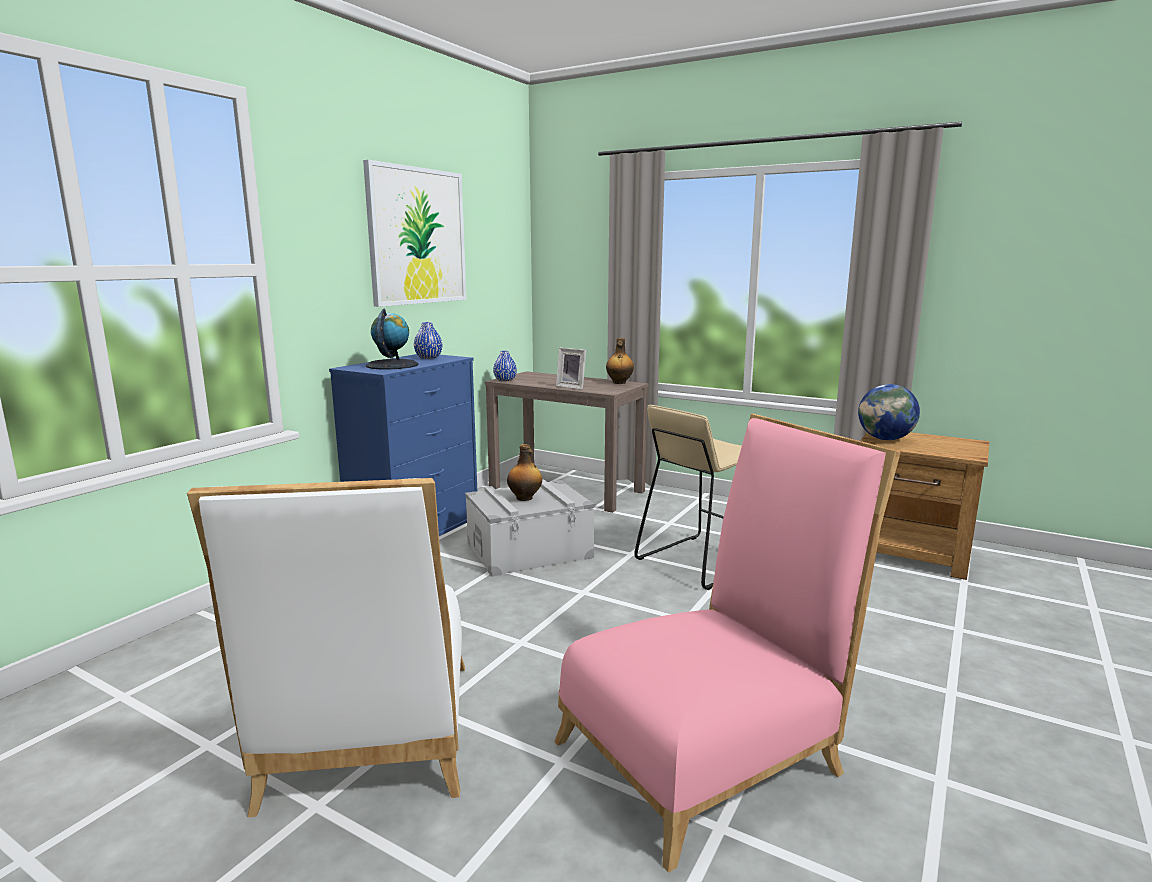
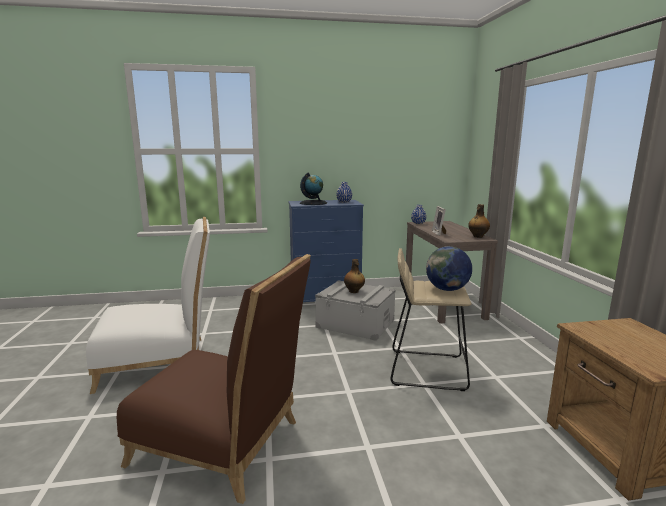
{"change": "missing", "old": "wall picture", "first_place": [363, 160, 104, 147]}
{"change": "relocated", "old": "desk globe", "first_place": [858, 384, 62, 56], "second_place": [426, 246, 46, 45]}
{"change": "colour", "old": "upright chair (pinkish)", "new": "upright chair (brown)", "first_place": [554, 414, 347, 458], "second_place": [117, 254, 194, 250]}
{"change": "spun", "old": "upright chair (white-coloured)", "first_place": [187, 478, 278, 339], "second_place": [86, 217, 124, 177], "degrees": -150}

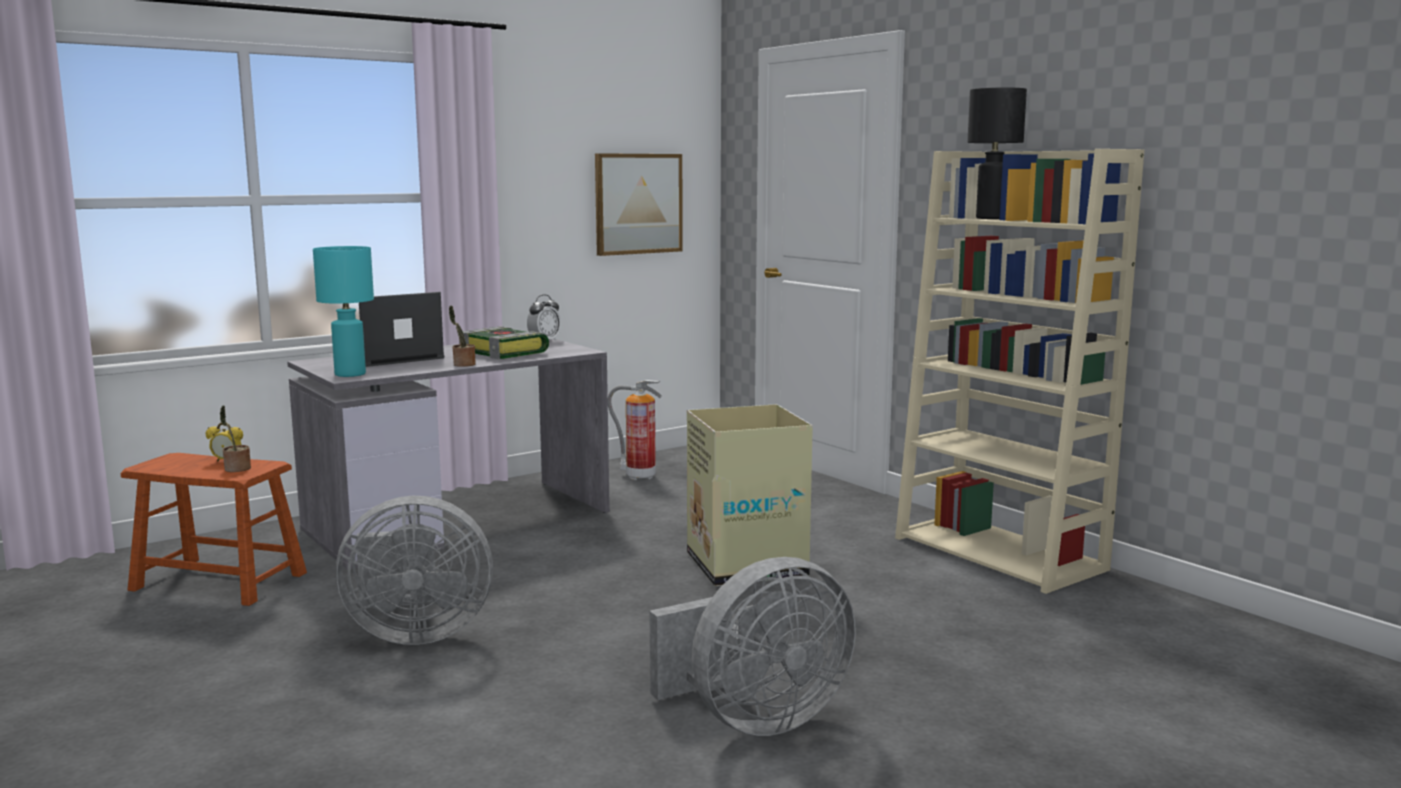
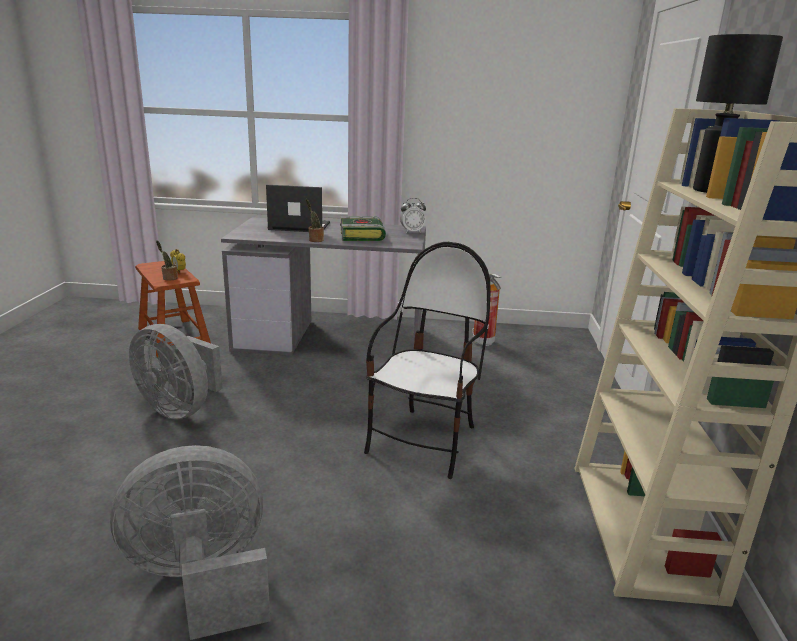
{"change": "missing", "old": "tabletop lamp (blue-green)", "first_place": [313, 246, 61, 131]}
{"change": "missing", "old": "wall picture", "first_place": [595, 153, 88, 103]}
{"change": "exchanged", "old": "packing box", "new": "upright chair", "first_place": [687, 404, 126, 182], "second_place": [364, 242, 127, 237]}
{"change": "spun", "old": "cooling fan (grey)", "first_place": [649, 557, 207, 179], "second_place": [110, 445, 161, 195], "degrees": 150}

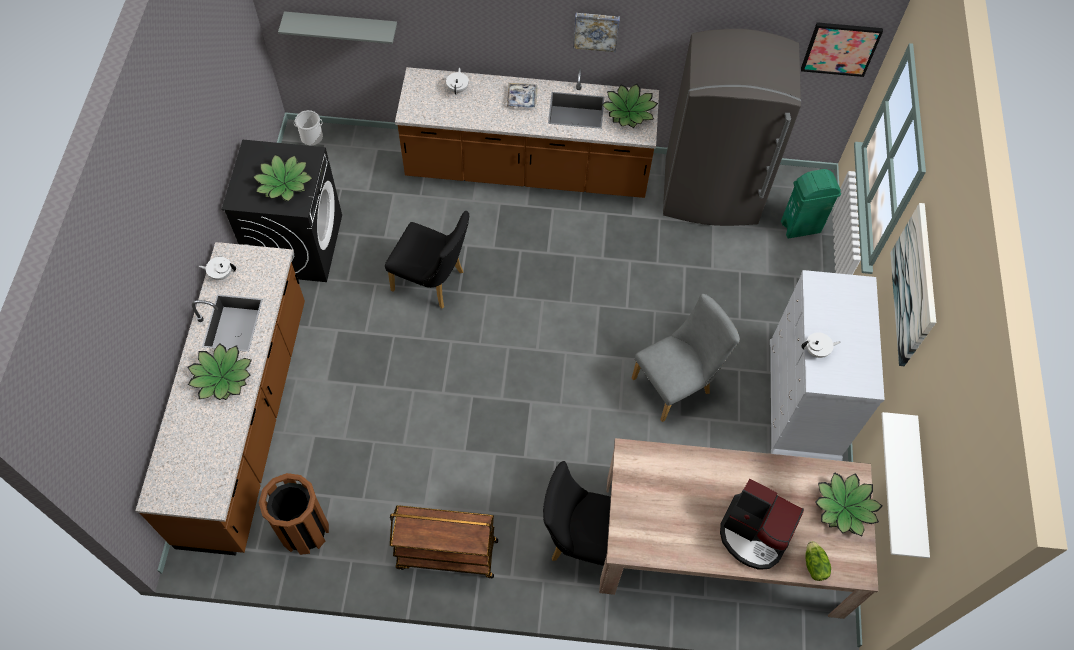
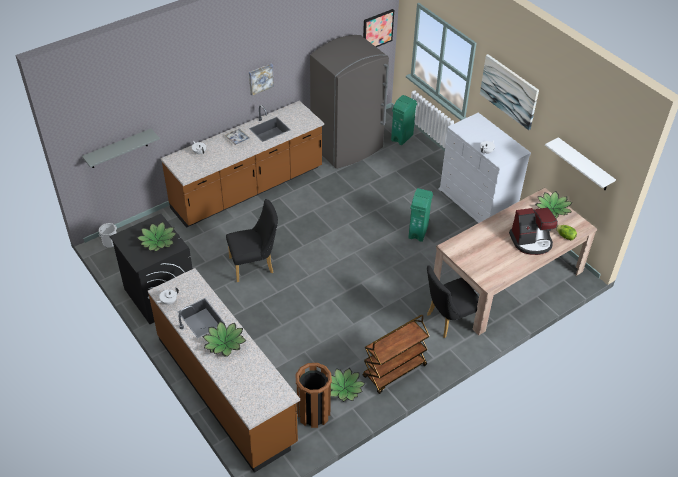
{"change": "relocated", "old": "houseplant", "first_place": [602, 84, 56, 44], "second_place": [331, 368, 35, 34]}
{"change": "exchanged", "old": "upright chair (grey)", "new": "waste bin (green)", "first_place": [632, 294, 108, 128], "second_place": [408, 188, 25, 54]}

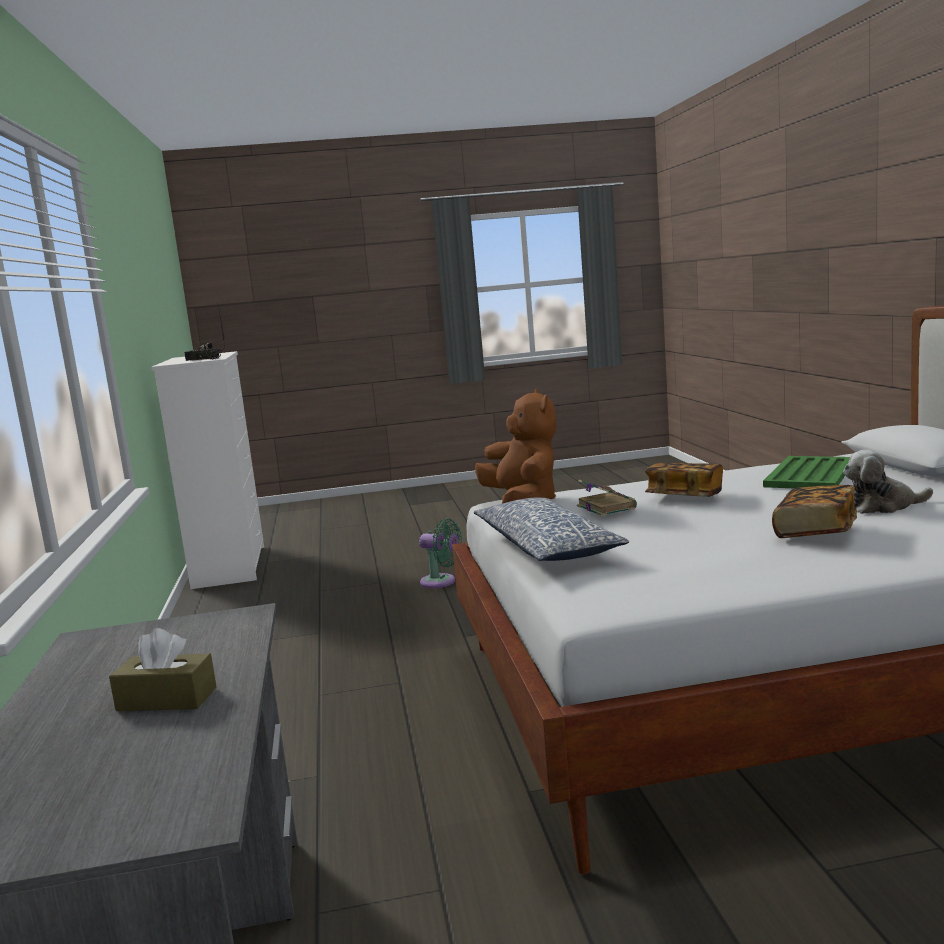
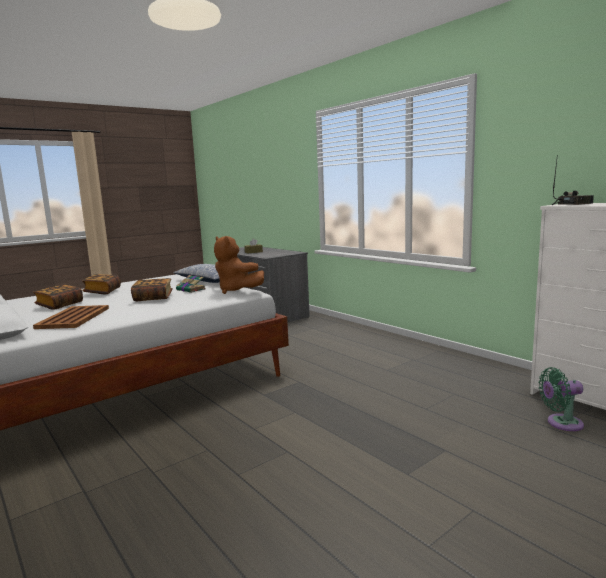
{"change": "relocated", "old": "cooling fan (green)", "first_place": [419, 518, 43, 70], "second_place": [539, 367, 45, 64]}
{"change": "exchanged", "old": "plush toy", "new": "book", "first_place": [843, 450, 90, 64], "second_place": [33, 285, 50, 25]}
{"change": "colour", "old": "serving tray (green)", "new": "serving tray (brown)", "first_place": [763, 456, 87, 32], "second_place": [33, 305, 76, 24]}

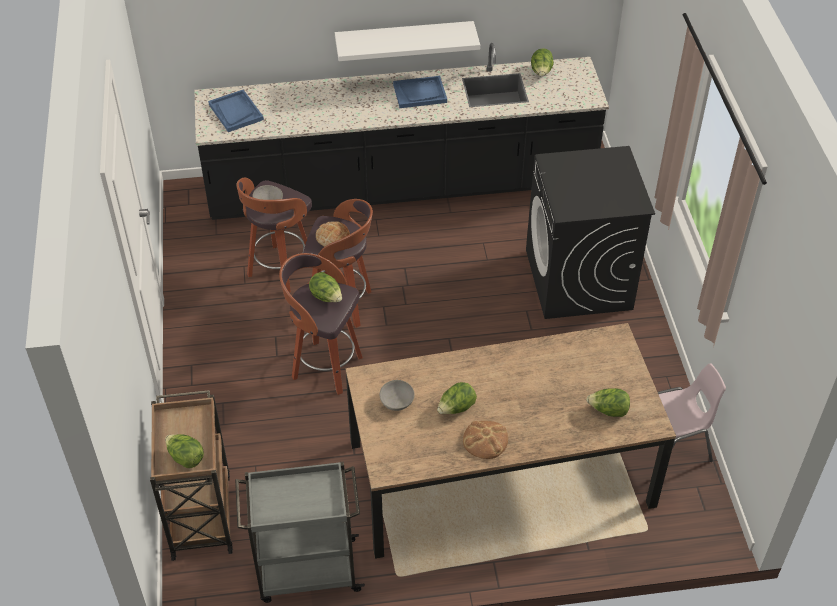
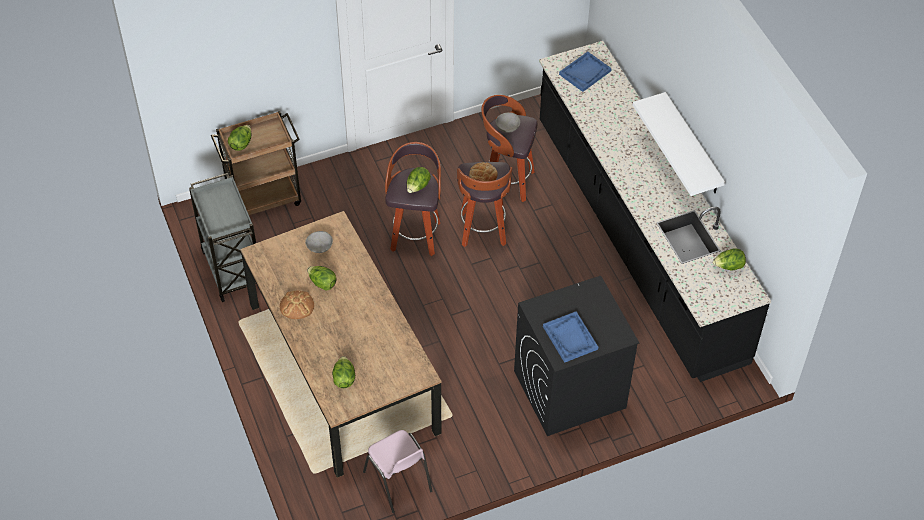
{"change": "relocated", "old": "serving tray (blue-coloured)", "first_place": [393, 76, 54, 32], "second_place": [543, 311, 55, 52]}

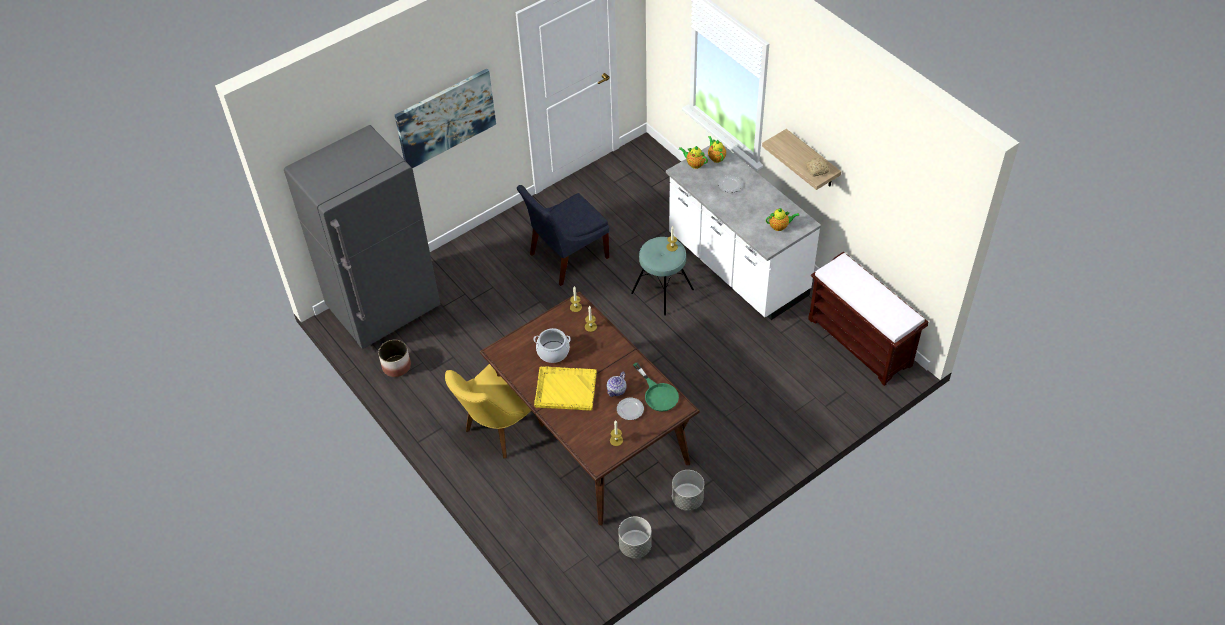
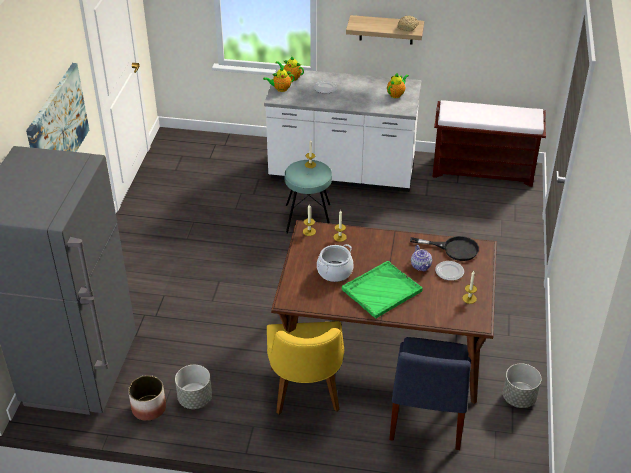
{"change": "relocated", "old": "upright chair (blue-coloured)", "first_place": [517, 185, 92, 101], "second_place": [389, 337, 82, 113]}
{"change": "relocated", "old": "plant pot (grey)", "first_place": [672, 470, 32, 41], "second_place": [175, 365, 37, 44]}
{"change": "colour", "old": "serving tray (yellow-coloured)", "new": "serving tray (green)", "first_place": [534, 366, 63, 45], "second_place": [342, 261, 81, 58]}
{"change": "colour", "old": "frying pan (green)", "new": "frying pan (blackish)", "first_place": [633, 362, 46, 50], "second_place": [410, 236, 69, 25]}

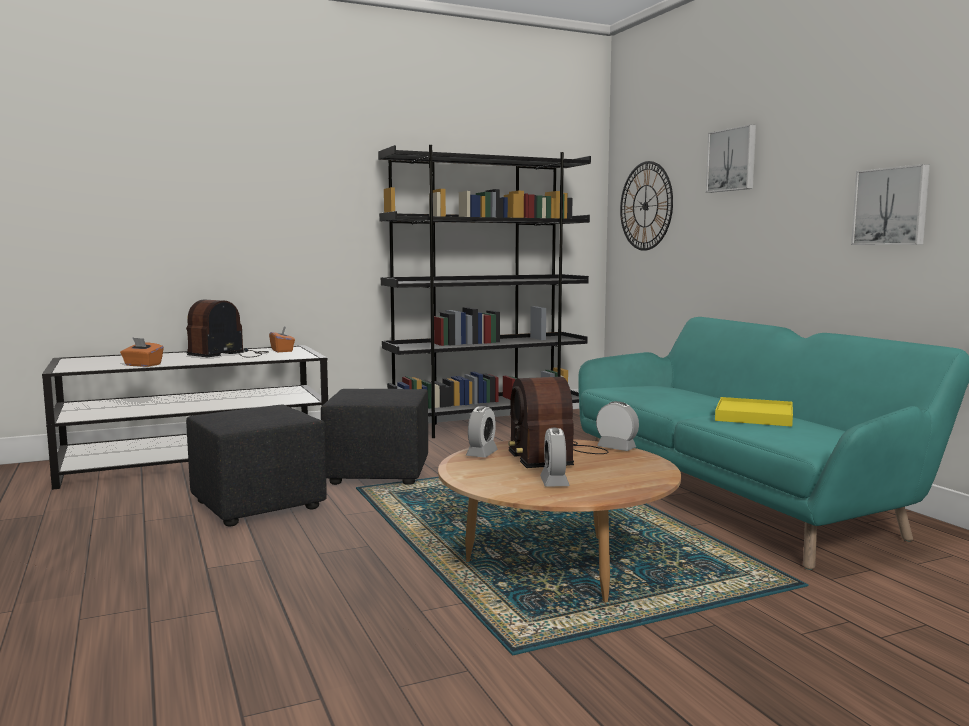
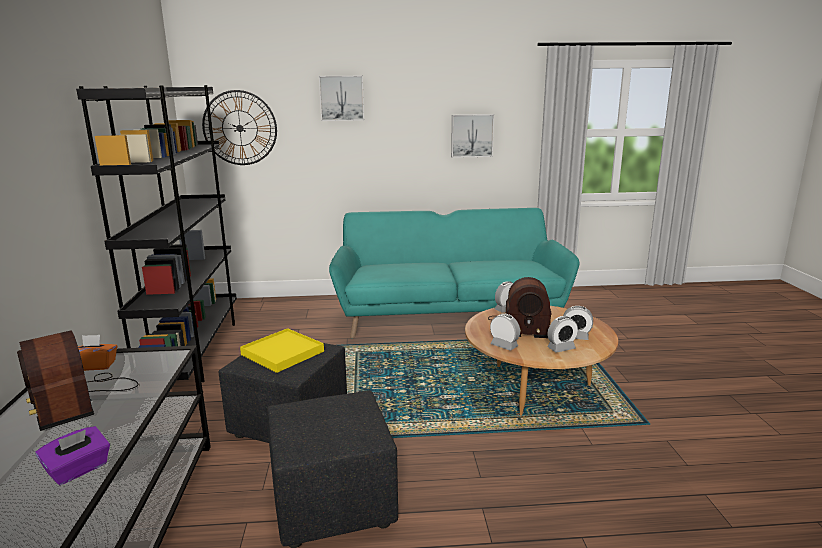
{"change": "appeared", "new": "table clock", "second_place": [547, 316, 31, 37]}
{"change": "relocated", "old": "serving tray (yellow-coloured)", "first_place": [715, 397, 78, 30], "second_place": [240, 328, 84, 45]}
{"change": "colour", "old": "box of tissues (orange-coloured)", "new": "box of tissues (purple-coloured)", "first_place": [120, 337, 44, 30], "second_place": [35, 426, 75, 59]}

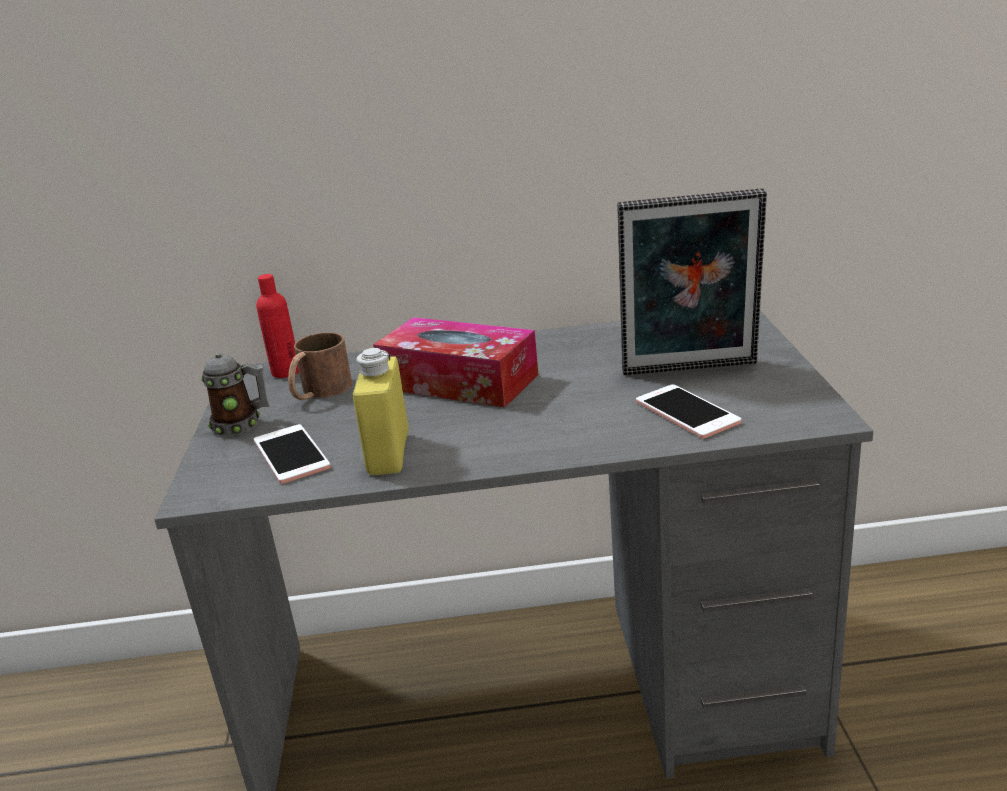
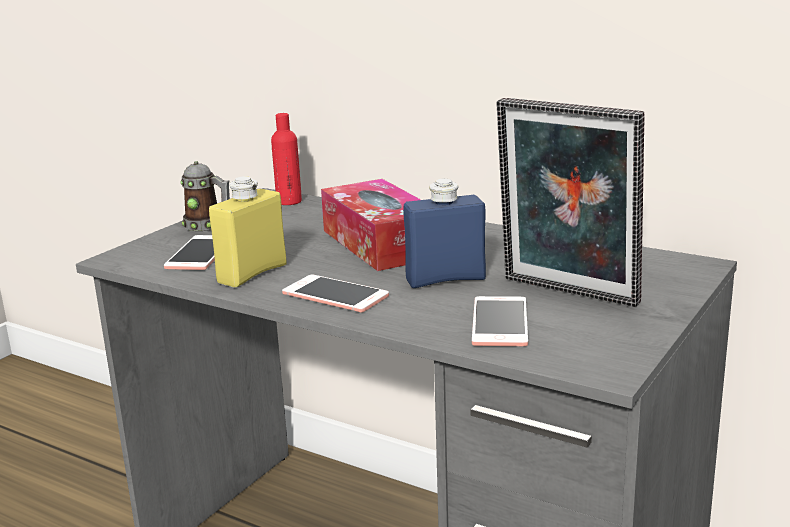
{"change": "missing", "old": "mug (brown)", "first_place": [288, 332, 64, 68]}
{"change": "appeared", "new": "phone", "second_place": [282, 274, 107, 38]}
{"change": "appeared", "new": "beverage bottle (blue-coloured)", "second_place": [403, 179, 83, 109]}

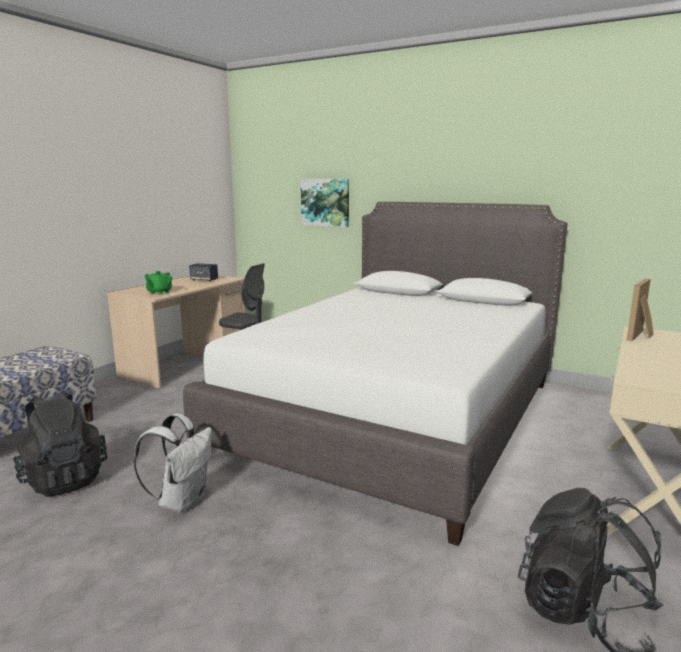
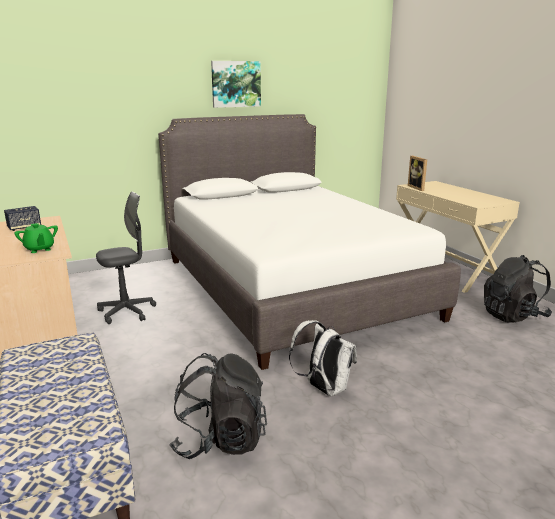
{"change": "relocated", "old": "wall picture", "first_place": [301, 179, 48, 48], "second_place": [211, 61, 50, 47]}

